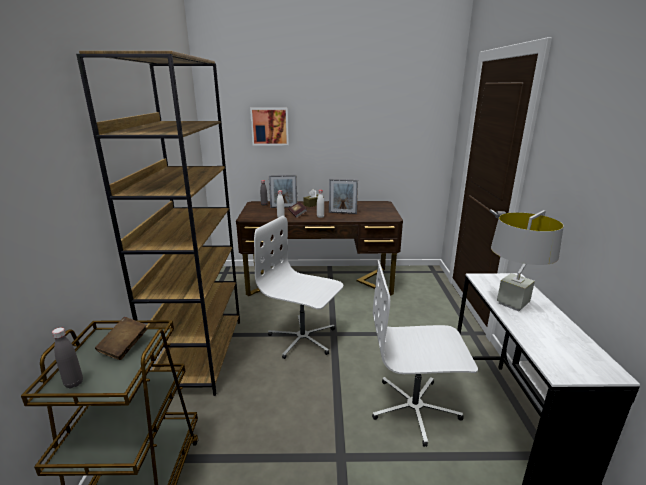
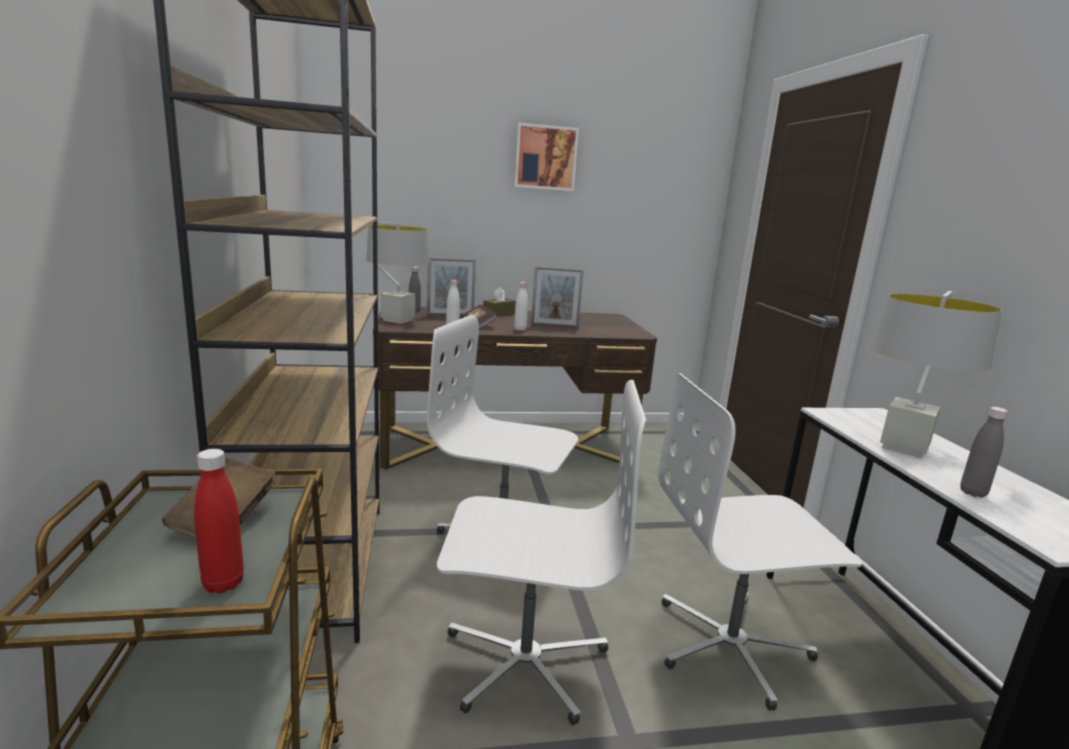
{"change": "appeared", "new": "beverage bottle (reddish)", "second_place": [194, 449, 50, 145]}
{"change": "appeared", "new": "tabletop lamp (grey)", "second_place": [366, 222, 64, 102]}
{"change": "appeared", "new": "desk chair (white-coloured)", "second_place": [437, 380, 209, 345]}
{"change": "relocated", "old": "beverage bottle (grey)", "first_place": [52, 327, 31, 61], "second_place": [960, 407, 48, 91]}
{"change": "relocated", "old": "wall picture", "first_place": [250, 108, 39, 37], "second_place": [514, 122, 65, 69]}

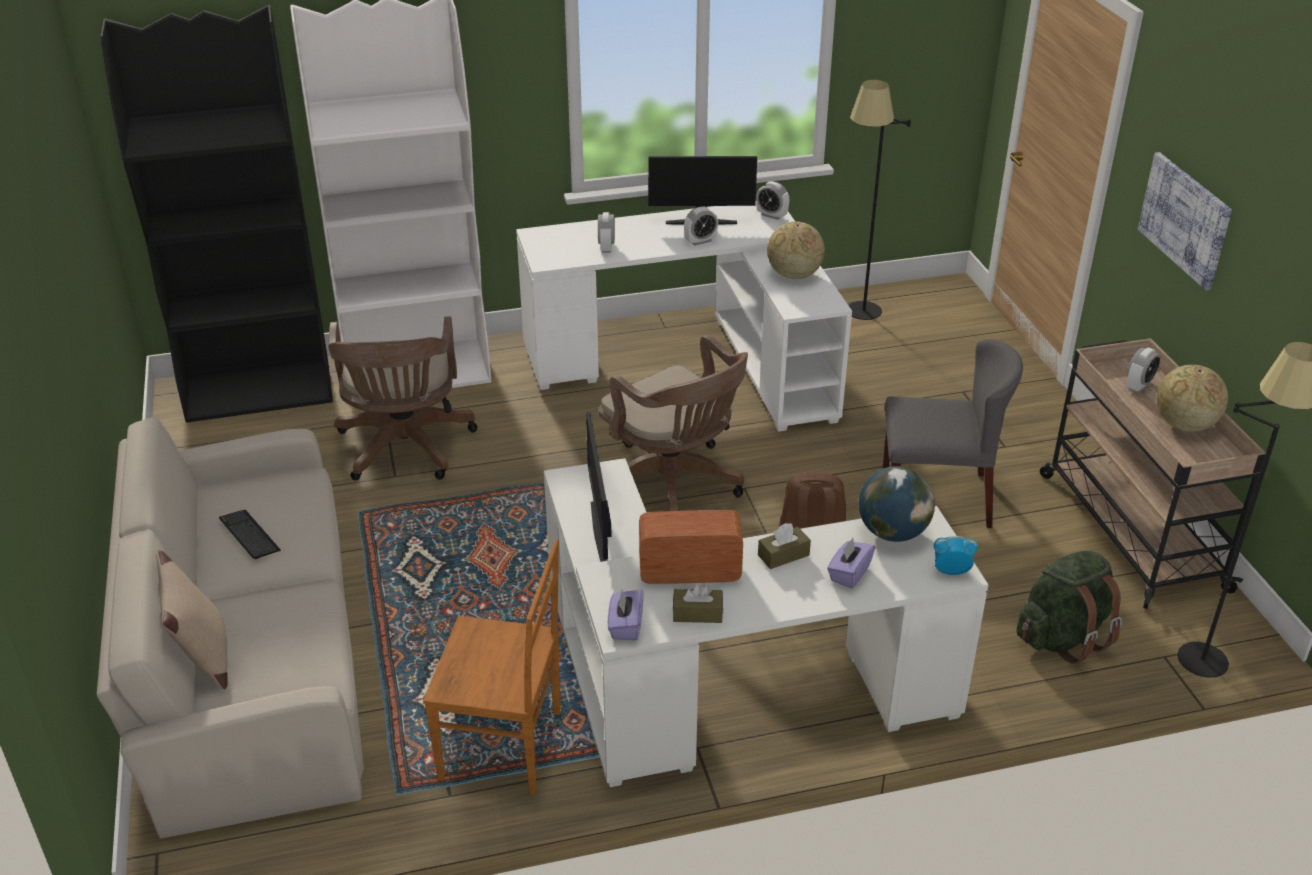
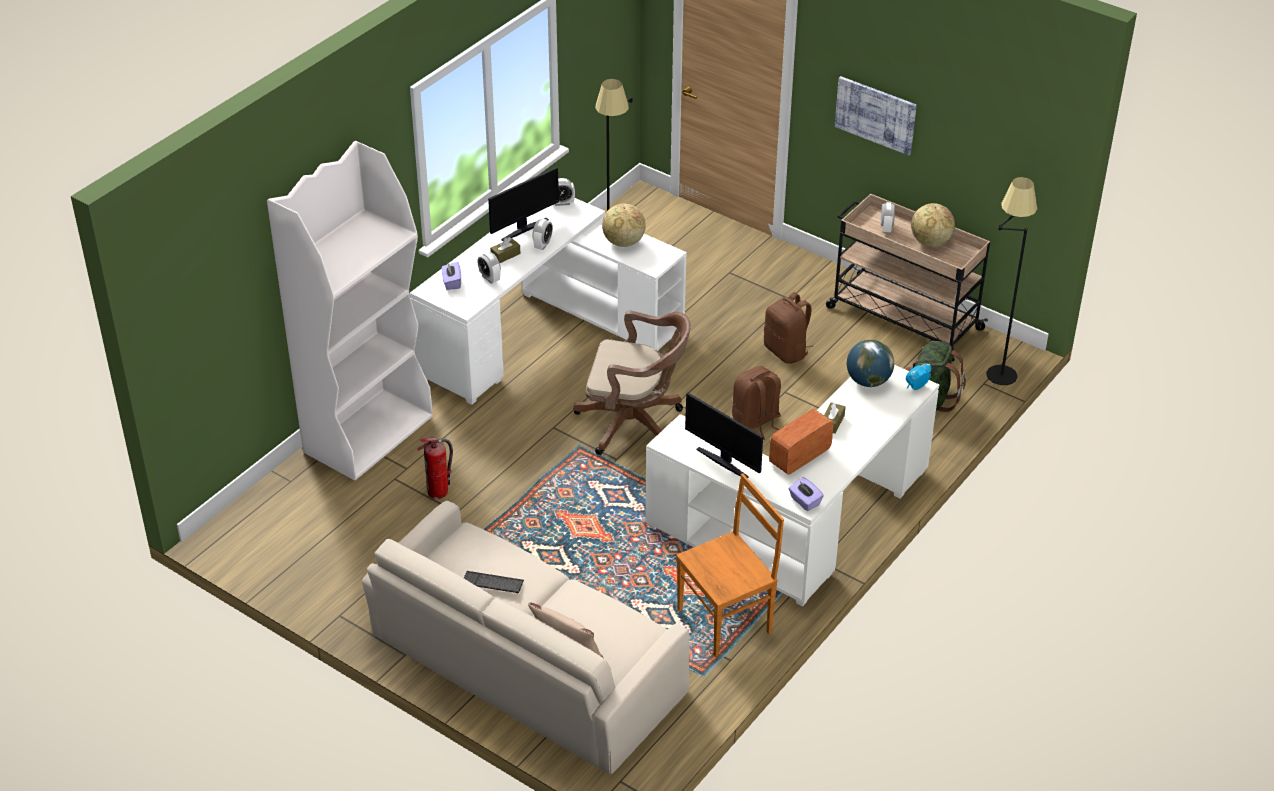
{"change": "missing", "old": "bookshelf (blackish)", "first_place": [100, 5, 233, 418]}
{"change": "relocated", "old": "box of tissues (brown)", "first_place": [673, 584, 50, 39], "second_place": [490, 237, 31, 26]}
{"change": "relocated", "old": "box of tissues (purple-coloured)", "first_place": [827, 538, 48, 50], "second_place": [442, 262, 19, 28]}
{"change": "exchanged", "old": "desk chair (brown)", "new": "fire extinguisher", "first_place": [328, 316, 150, 165], "second_place": [417, 437, 36, 62]}
{"change": "exchanged", "old": "upright chair (grey)", "new": "backpack (brown)", "first_place": [883, 339, 140, 189], "second_place": [764, 292, 50, 72]}

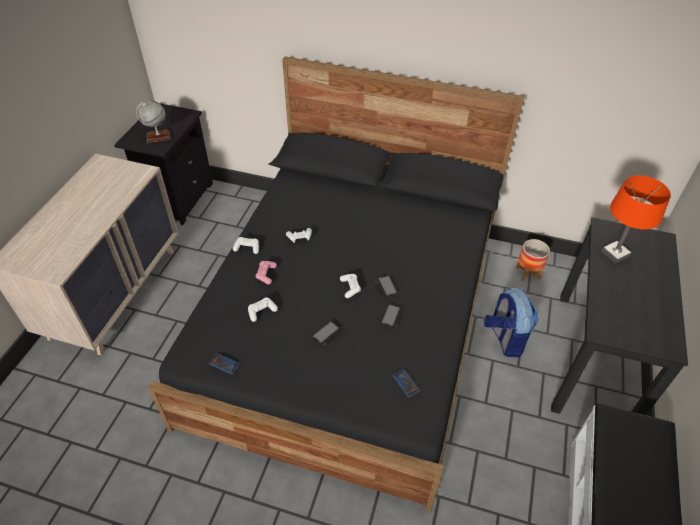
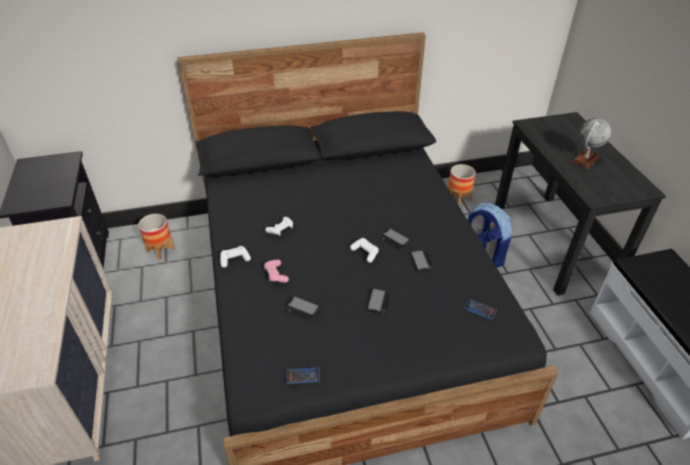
{"change": "missing", "old": "tabletop lamp (orange-coloured)", "first_place": [601, 176, 70, 88]}
{"change": "appeared", "new": "plant pot", "second_place": [138, 214, 37, 46]}
{"change": "relocated", "old": "desk globe", "first_place": [136, 101, 35, 42], "second_place": [571, 118, 40, 51]}
{"change": "exchanged", "old": "game controller (white-coloured)", "new": "phone", "first_place": [248, 297, 30, 25], "second_place": [285, 296, 34, 25]}

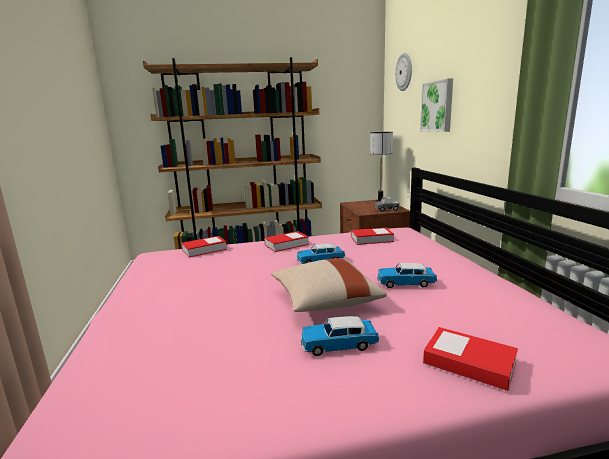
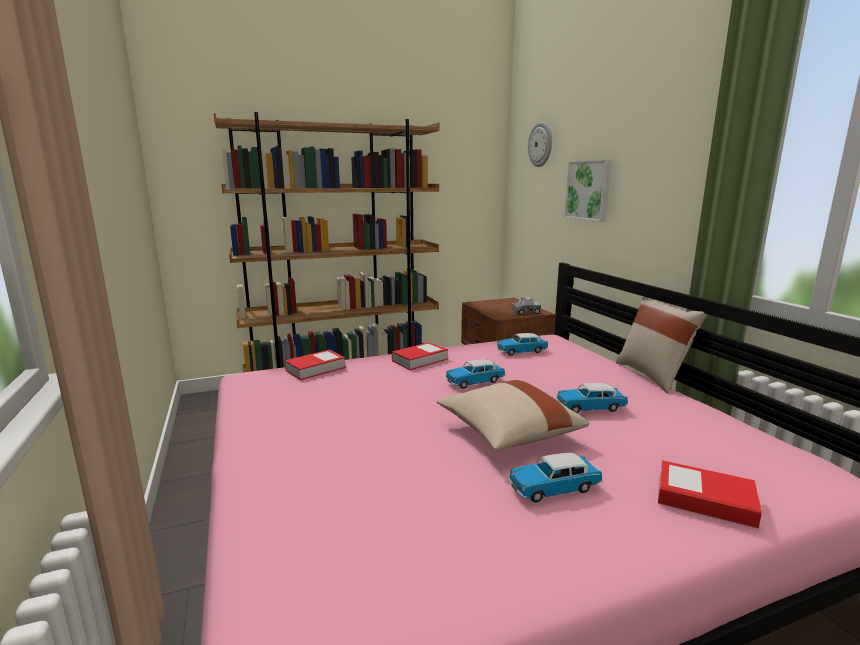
{"change": "missing", "old": "tabletop lamp", "first_place": [370, 132, 23, 70]}
{"change": "appeared", "new": "throw pillow (sand-coloured)", "second_place": [616, 296, 92, 97]}
{"change": "exchanged", "old": "book", "new": "model car", "first_place": [351, 228, 43, 17], "second_place": [497, 333, 51, 23]}

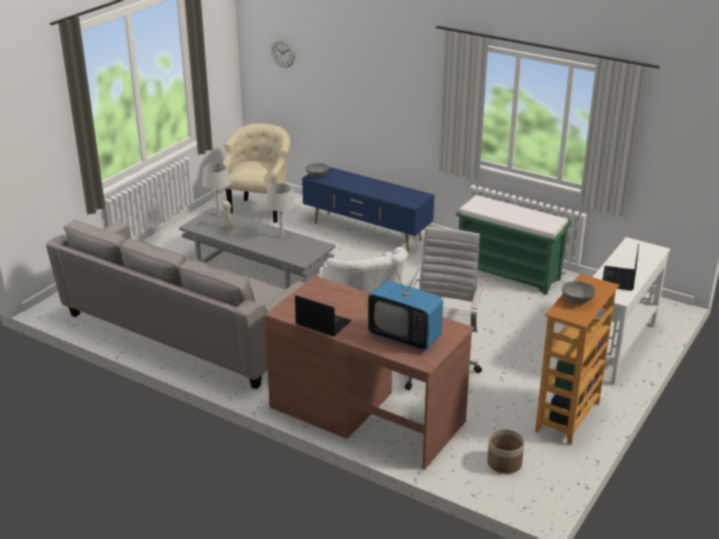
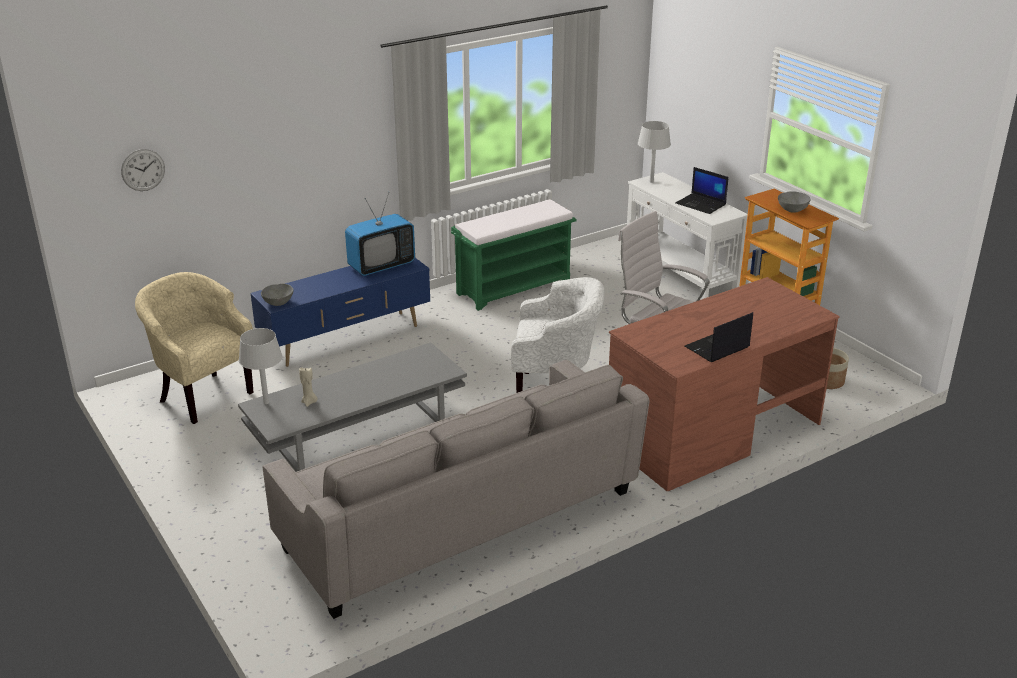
{"change": "relocated", "old": "tabletop lamp (grey)", "first_place": [265, 183, 30, 55], "second_place": [638, 121, 33, 62]}
{"change": "relocated", "old": "television", "first_place": [368, 261, 75, 89], "second_place": [345, 193, 70, 83]}

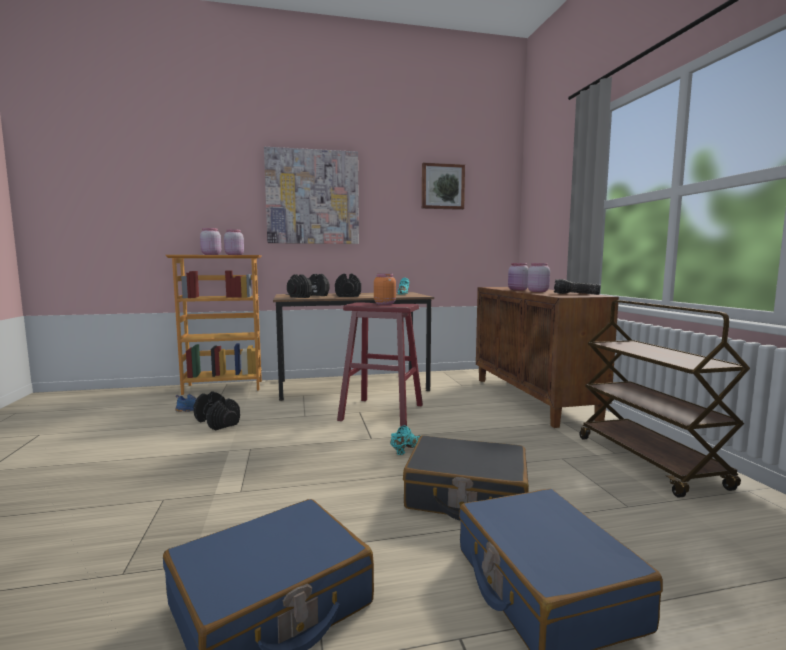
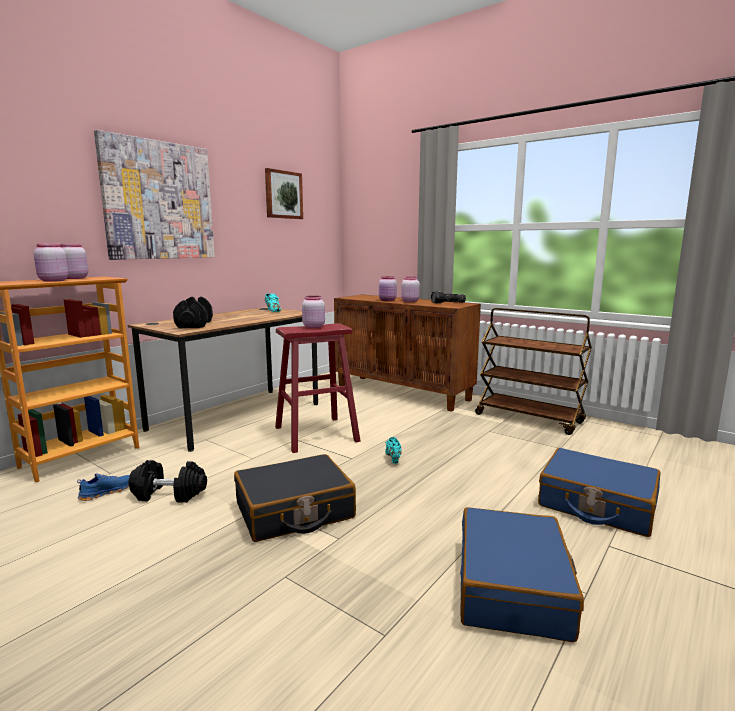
{"change": "missing", "old": "hand weight (blackish)", "first_place": [335, 273, 26, 24]}
{"change": "relocated", "old": "travel case (blackish)", "first_place": [403, 435, 126, 86], "second_place": [234, 454, 122, 88]}
{"change": "colour", "old": "preserve jar (orange-coloured)", "new": "preserve jar (pinkish)", "first_place": [374, 274, 22, 31], "second_place": [302, 296, 23, 32]}

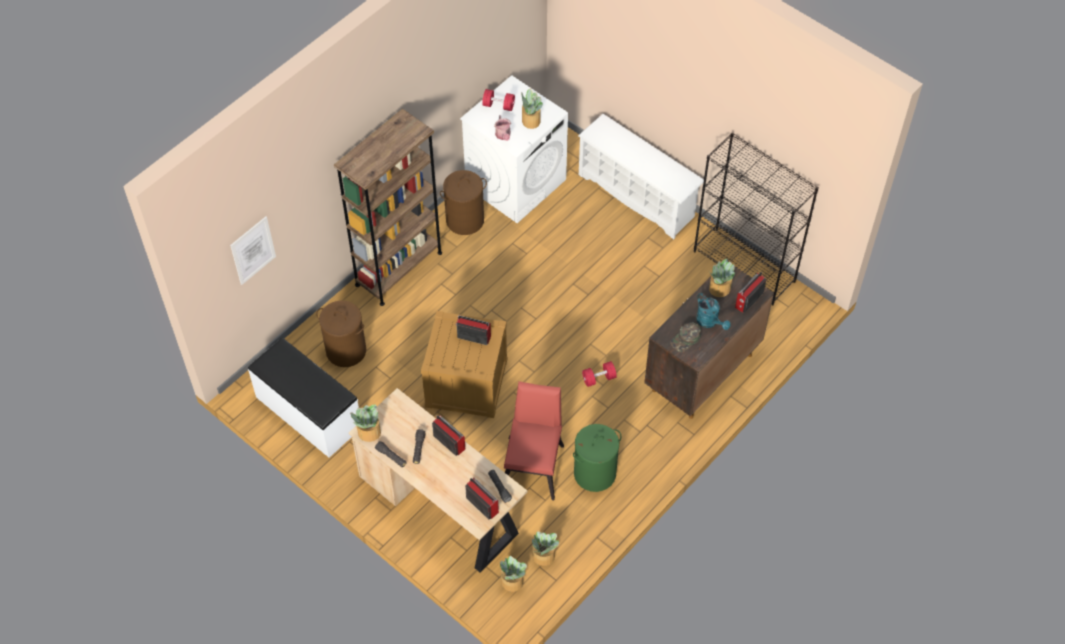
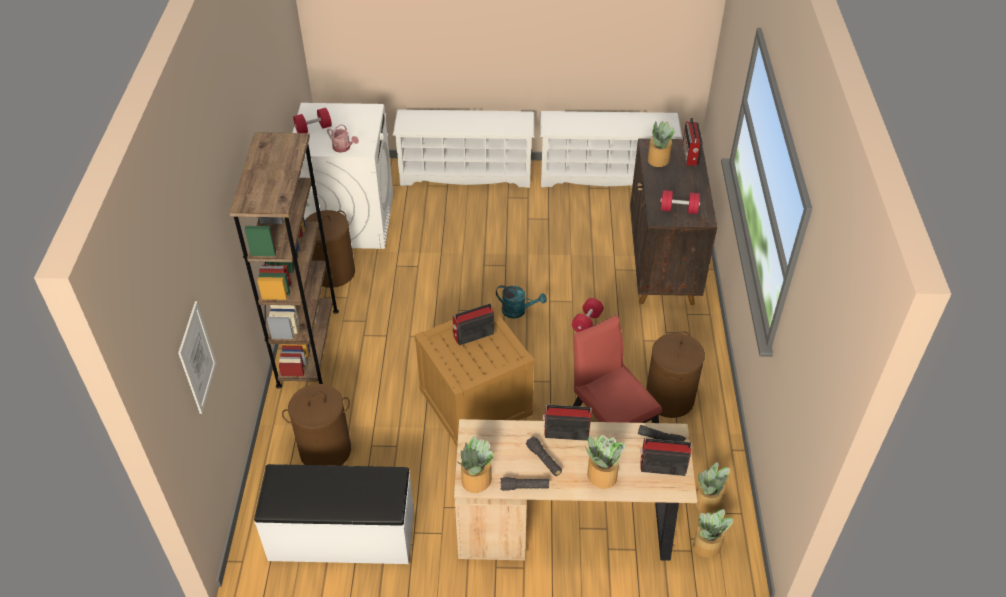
{"change": "relocated", "old": "houseplant", "first_place": [522, 89, 21, 40], "second_place": [585, 434, 40, 55]}
{"change": "relocated", "old": "watering pot (blue-green)", "first_place": [696, 293, 35, 37], "second_place": [496, 285, 51, 33]}
{"change": "exchanged", "old": "peaked cap (green)", "new": "hand weight (reddish)", "first_place": [670, 322, 31, 30], "second_place": [660, 190, 40, 24]}
{"change": "exchanged", "old": "bookshelf (blackish)", "new": "shoe stand (white-coloured)", "first_place": [694, 132, 125, 173], "second_place": [540, 111, 143, 76]}
{"change": "colour", "old": "washing basket (green)", "new": "washing basket (brown)", "first_place": [573, 424, 48, 68], "second_place": [646, 331, 59, 87]}

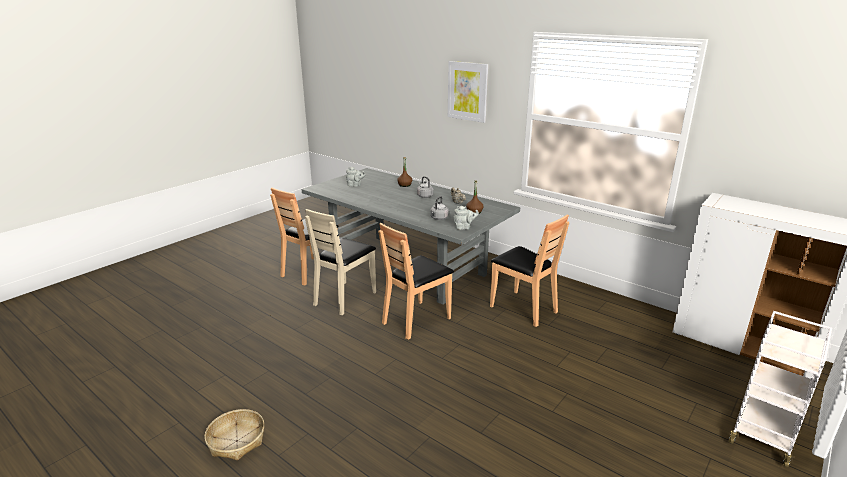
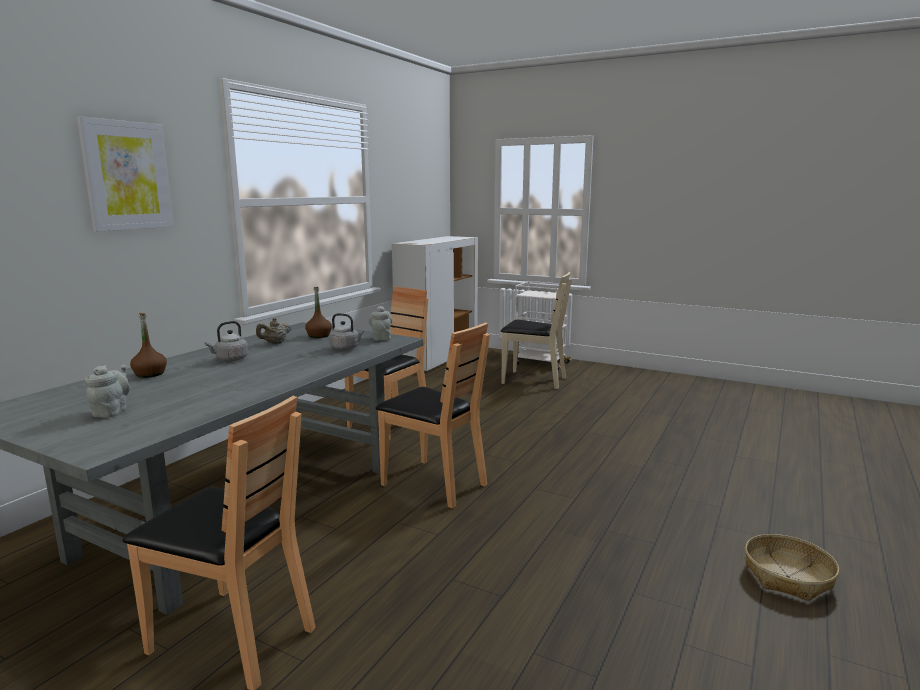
{"change": "relocated", "old": "upright chair (sand-coloured)", "first_place": [305, 209, 71, 106], "second_place": [501, 272, 71, 117]}

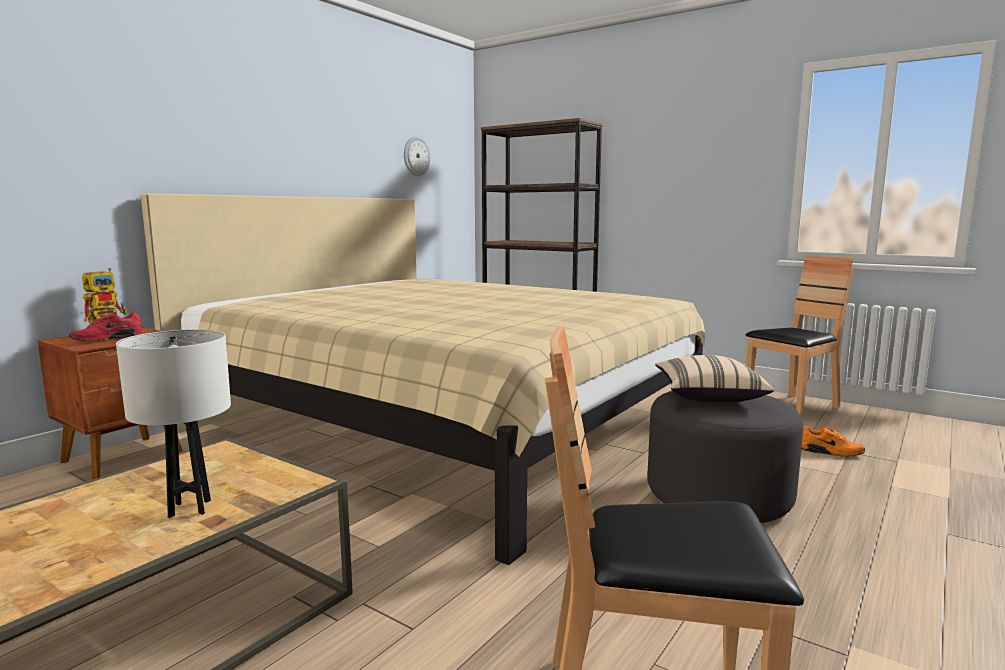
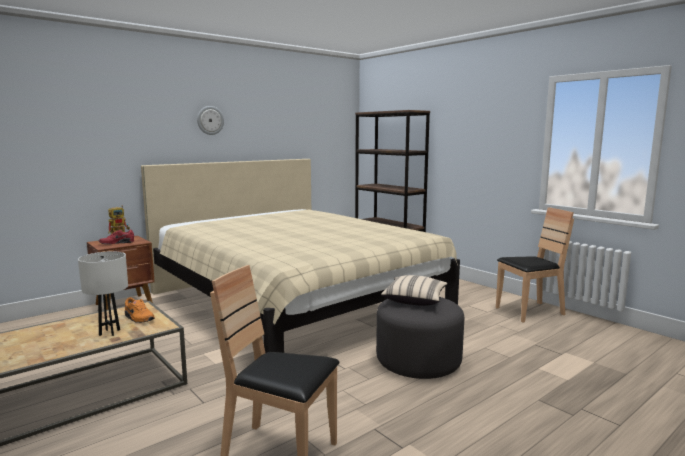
{"change": "relocated", "old": "clock on the wall", "first_place": [404, 136, 27, 40], "second_place": [197, 106, 27, 29]}
{"change": "relocated", "old": "low shoe (orange-coloured)", "first_place": [802, 426, 63, 31], "second_place": [125, 297, 30, 26]}

